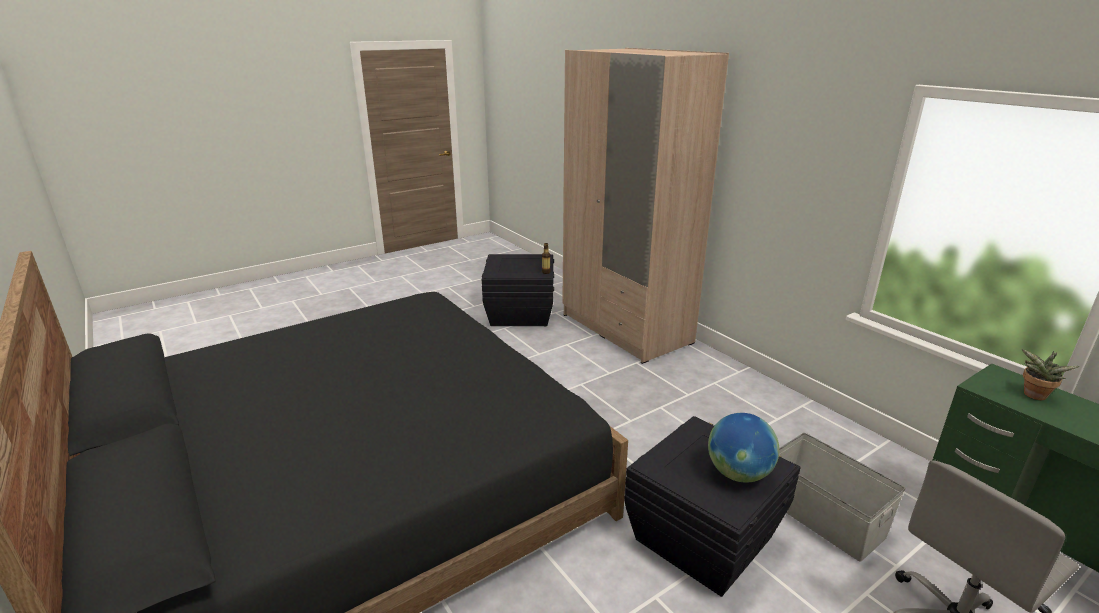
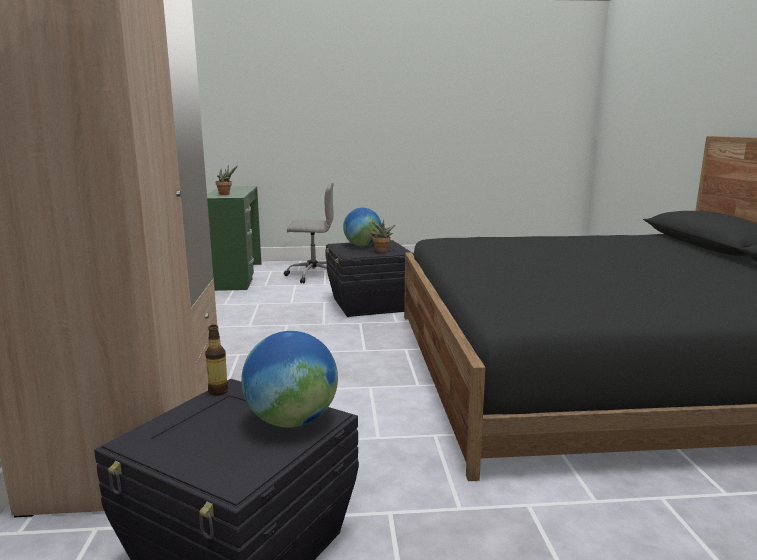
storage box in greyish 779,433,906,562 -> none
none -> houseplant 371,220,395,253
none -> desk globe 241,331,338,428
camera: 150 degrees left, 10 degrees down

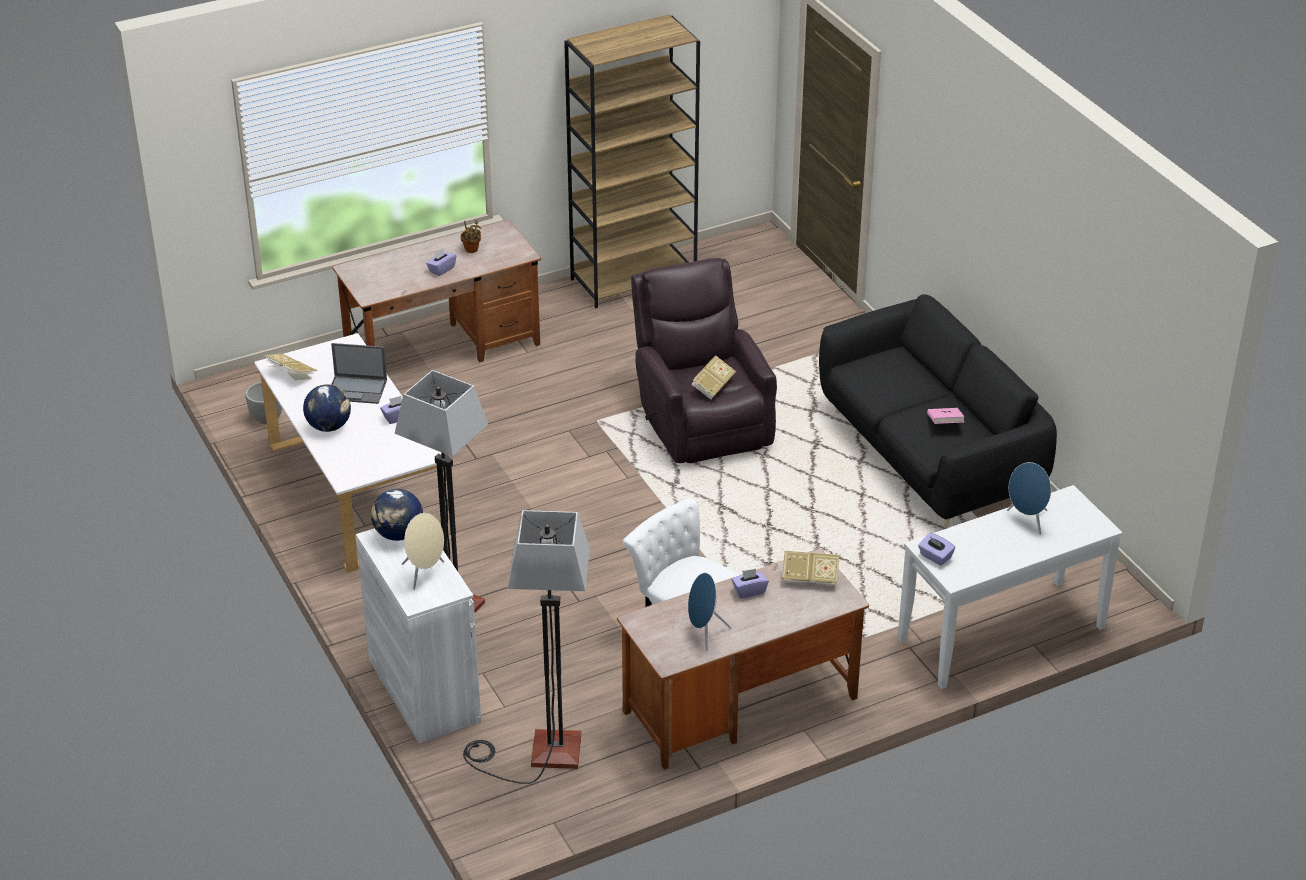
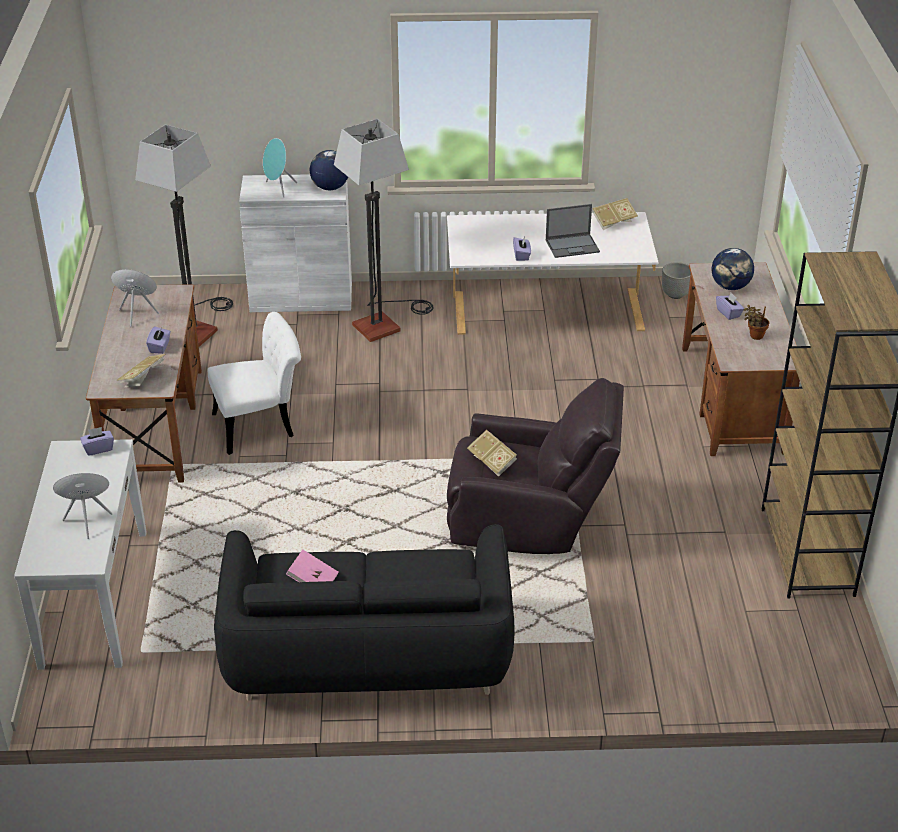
portable computer 331,343,387,404 -> portable computer 546,204,600,258, 135 degrees counterclockwise
desk globe 303,385,351,432 -> desk globe 712,248,754,290, moved
loudspeaker in sand-coloured 402,513,444,590 -> loudspeaker in turquoise 263,138,298,198
camera: 115 degrees right, 0 degrees up

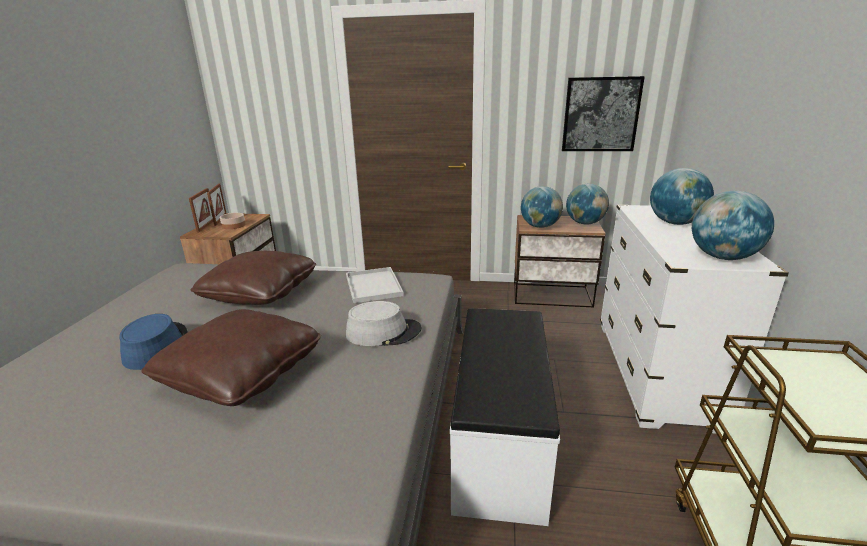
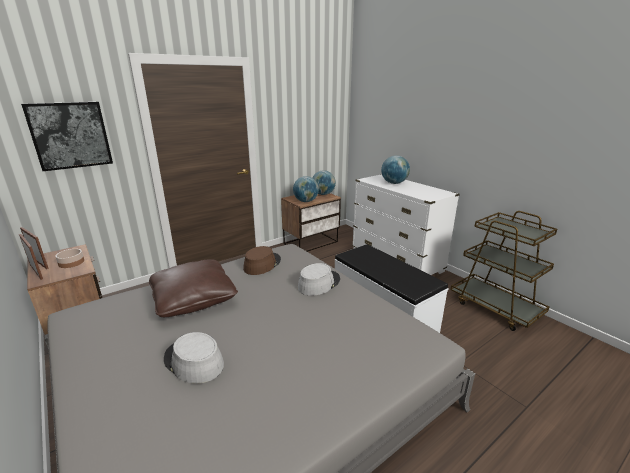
picture 562,76,645,151 -> picture 21,102,113,171, moved
desk globe 692,191,774,260 -> none
serving tray in white 346,267,404,303 -> hat in brown 243,246,281,275
pillow in brown 141,309,321,406 -> none
hat in bluish 119,314,188,370 -> hat in greyish 164,332,224,383
camera: 45 degrees left, 0 degrees up

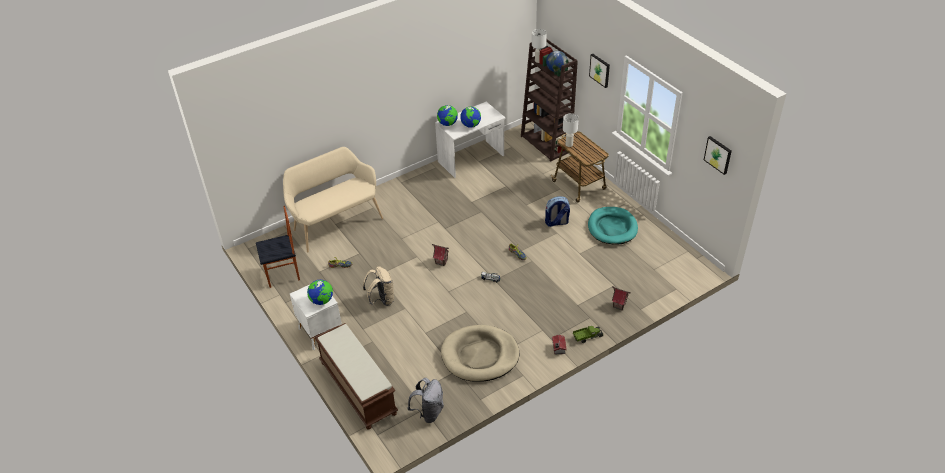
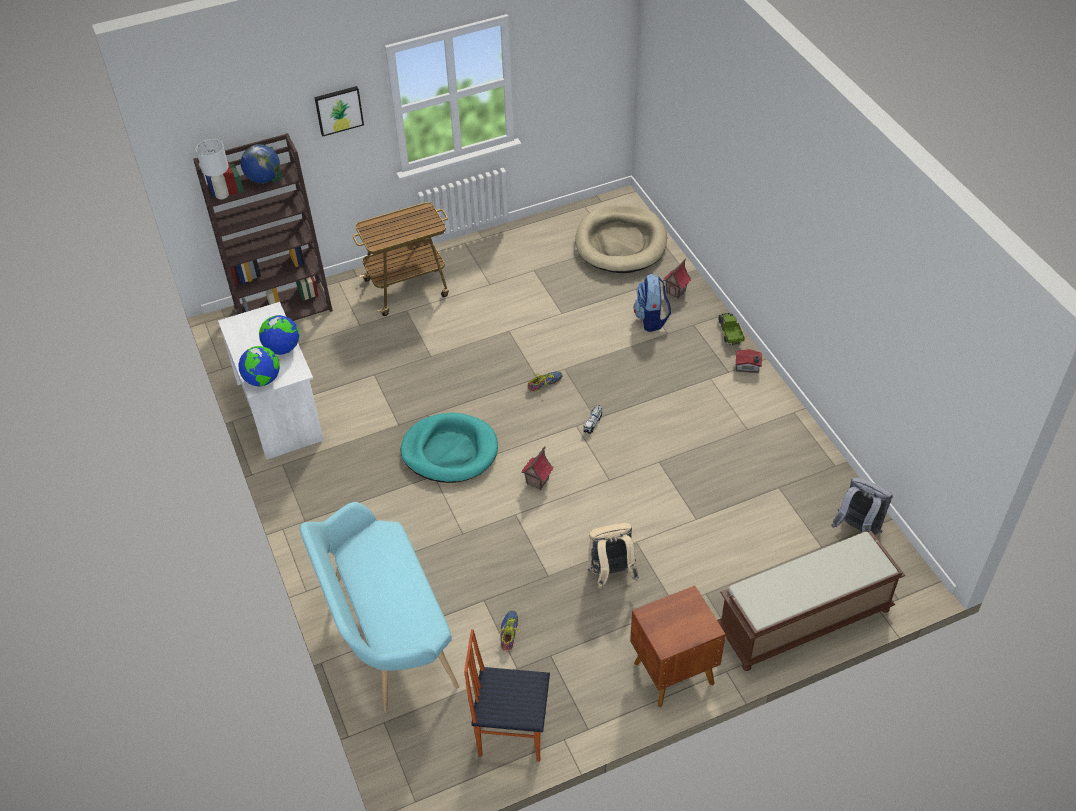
tabletop lamp in white 563,113,579,147 -> none
picture 704,136,732,175 -> none
indoor bench in sand-coloured 283,147,383,253 -> indoor bench in turquoise 300,502,459,712
rucksack 545,196,570,227 -> rucksack 633,274,671,332, moved
upright chair 256,206,300,288 -> upright chair 464,629,550,762, 75 degrees counterclockwise
pet bed in turquoise 588,207,638,245 -> pet bed in turquoise 401,413,498,483, moved
desk globe 307,280,333,305 -> none
nightstand in white 290,285,342,350 -> nightstand in brown 630,585,726,707
pet bed in sand-coloured 441,325,519,382 -> pet bed in sand-coloured 575,204,667,273, moved
camera: 80 degrees left, 5 degrees up

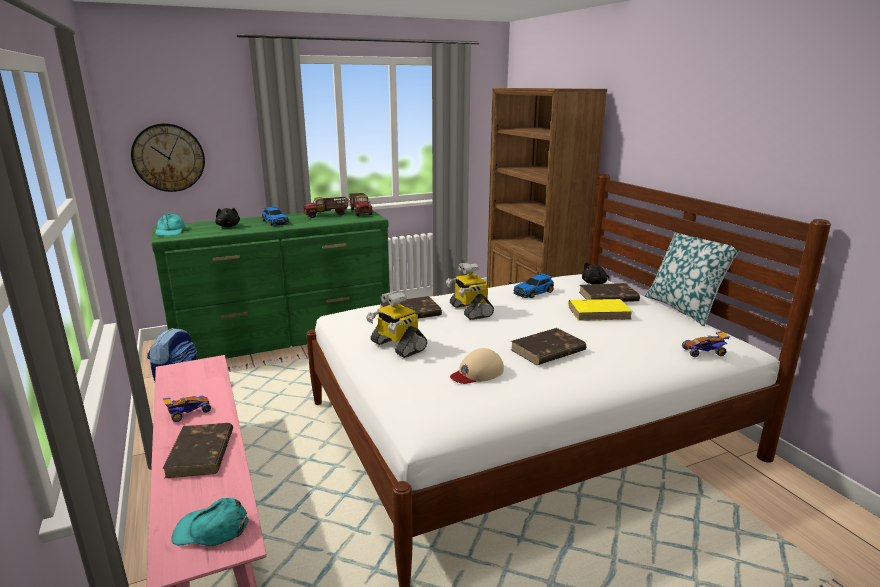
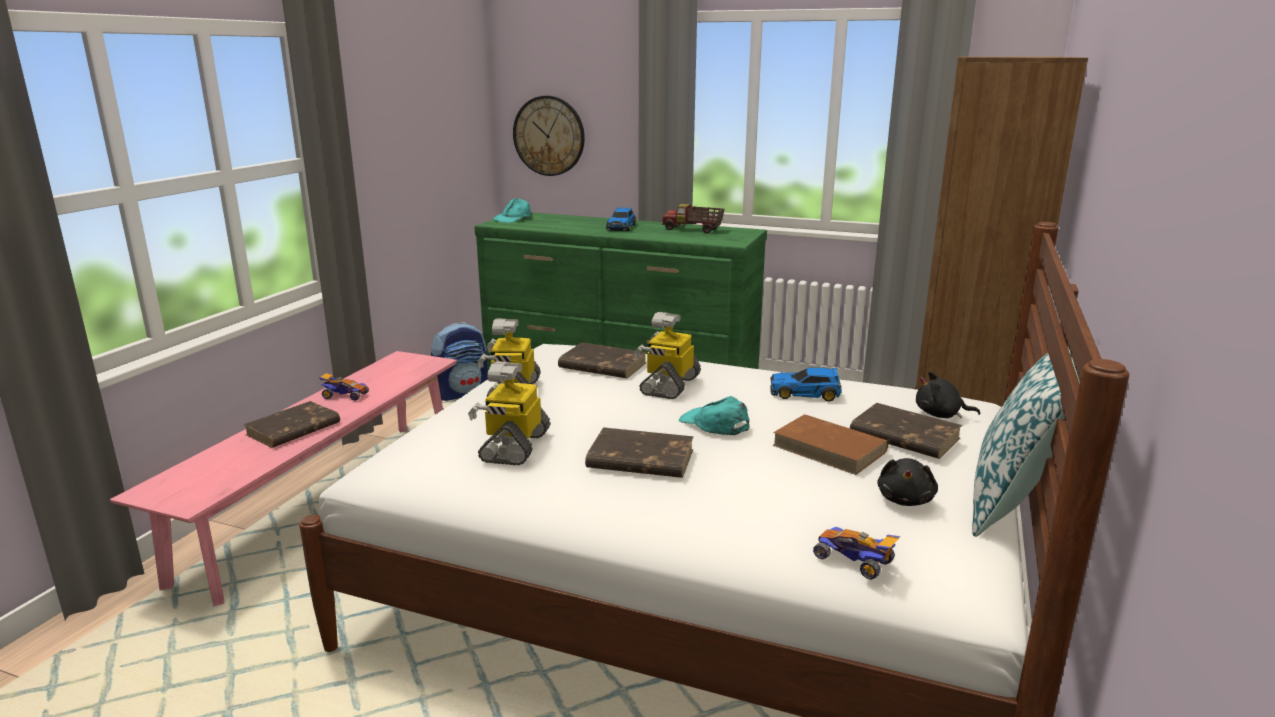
toy truck 349,193,373,216 -> none
soft toy in black-coloured 215,208,240,227 -> soft toy in black-coloured 877,458,938,506, moved
bound book in yellow 568,299,633,321 -> bound book in brown 772,415,889,475
baseball cap in sand-coloured 450,348,504,384 -> model robot 468,361,551,465
baseball cap in turquoise 171,498,249,546 -> baseball cap in turquoise 679,396,749,435, moved
camera: 45 degrees right, 0 degrees up

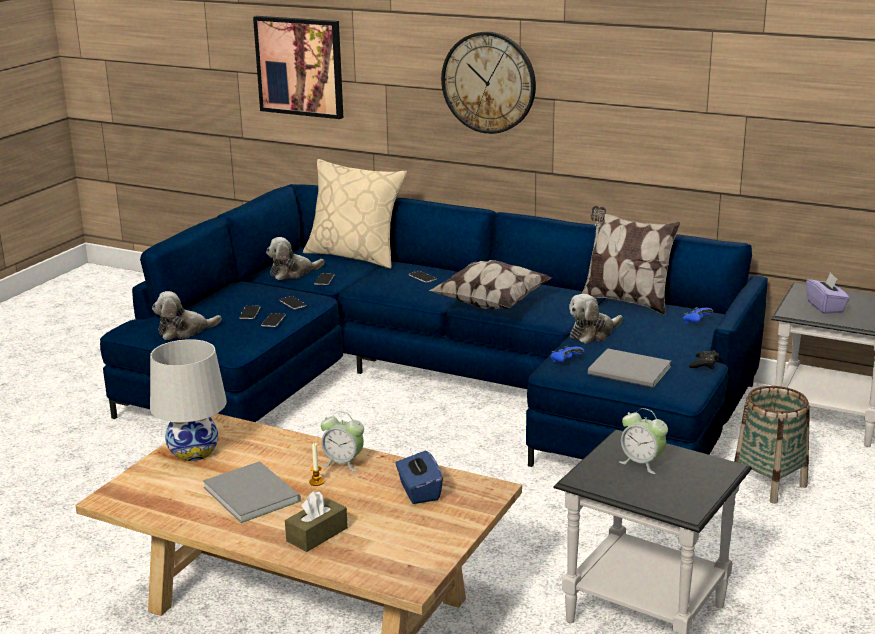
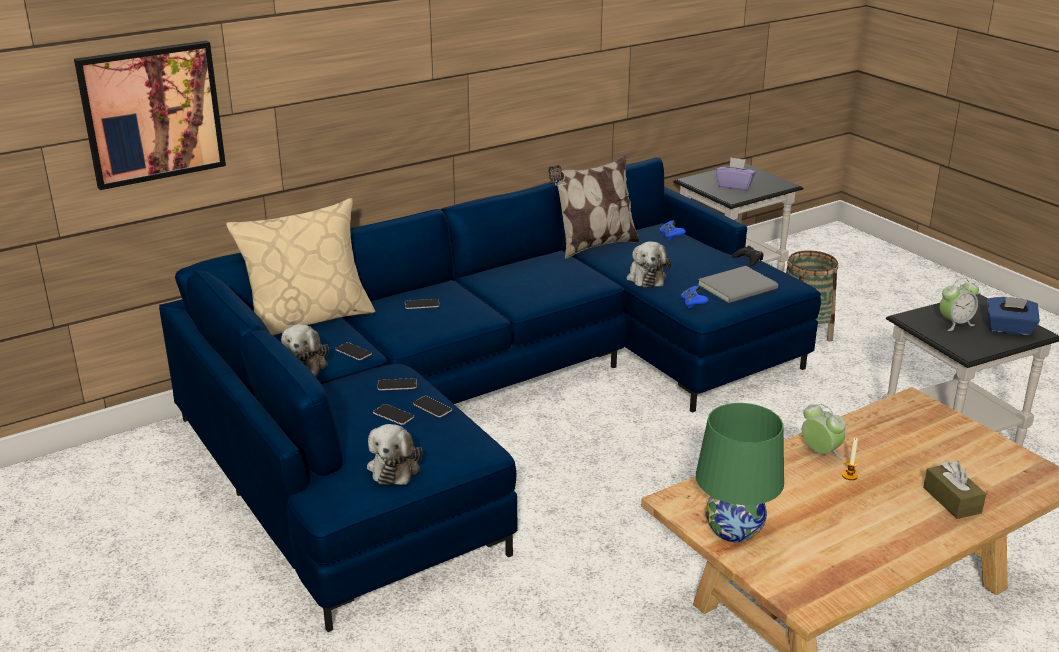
clock on the wall 441,32,536,134 -> none
pillow 429,260,552,309 -> none
tabletop lamp in white 150,339,227,461 -> tabletop lamp in green 696,403,784,543
bedside clock 321,411,364,471 -> bedside clock 802,404,846,458, 90 degrees counterclockwise
box of tissues in bluish 396,449,443,504 -> box of tissues in bluish 987,297,1040,335, moved
bound book in greyish 203,461,301,523 -> none
camera: 60 degrees left, 5 degrees up

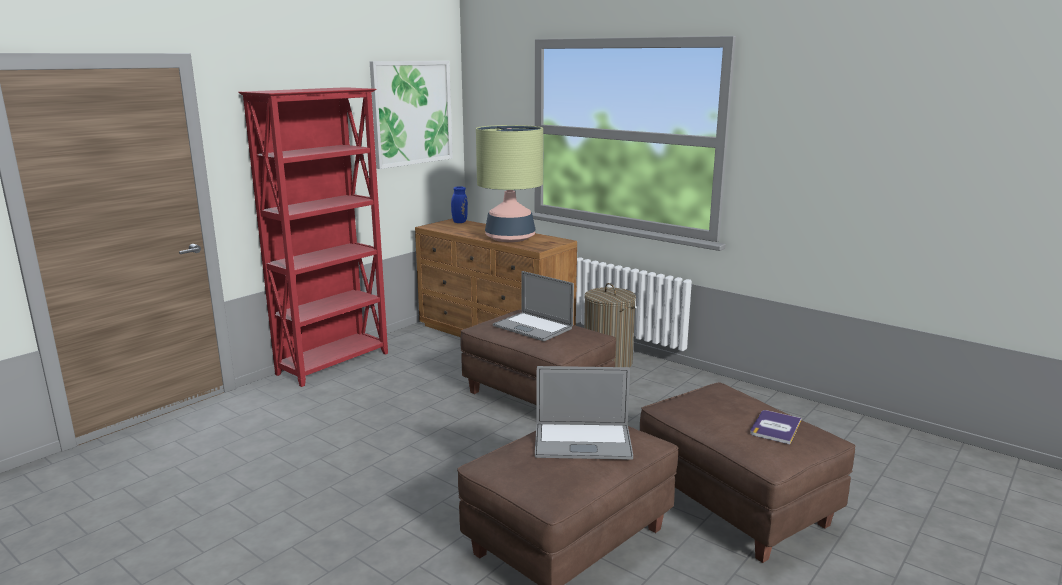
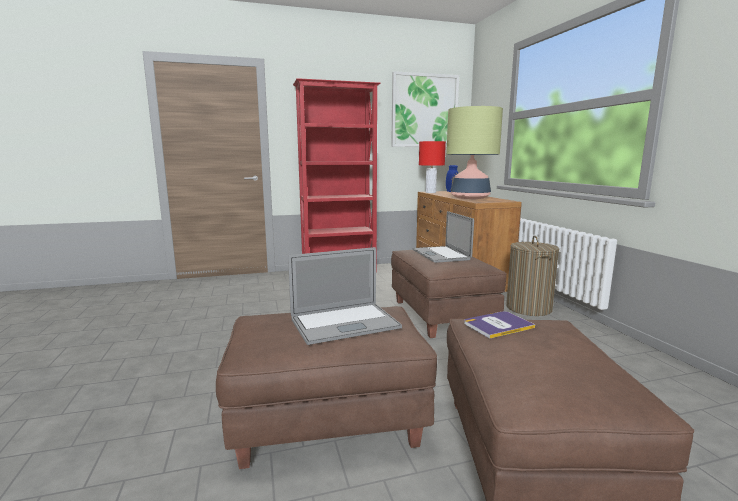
portable computer 535,366,633,460 -> portable computer 288,247,402,345, 60 degrees counterclockwise
bound book 750,410,802,444 -> bound book 464,311,535,339, moved
none -> tabletop lamp in reddish 419,141,446,193
camera: 35 degrees right, 5 degrees down

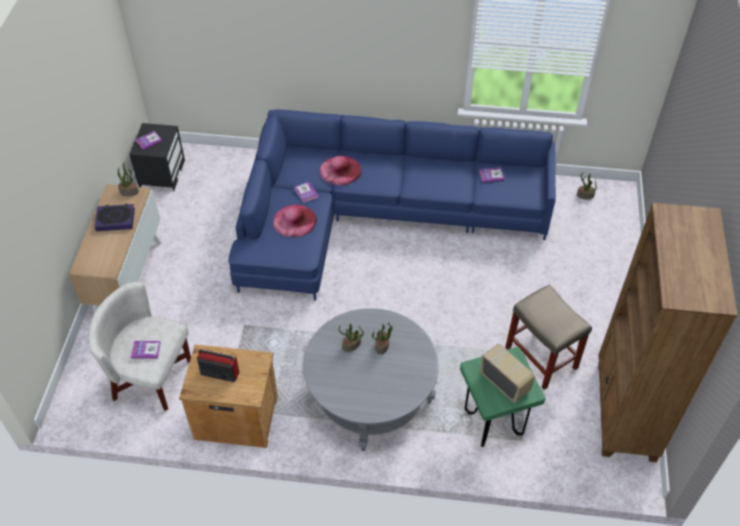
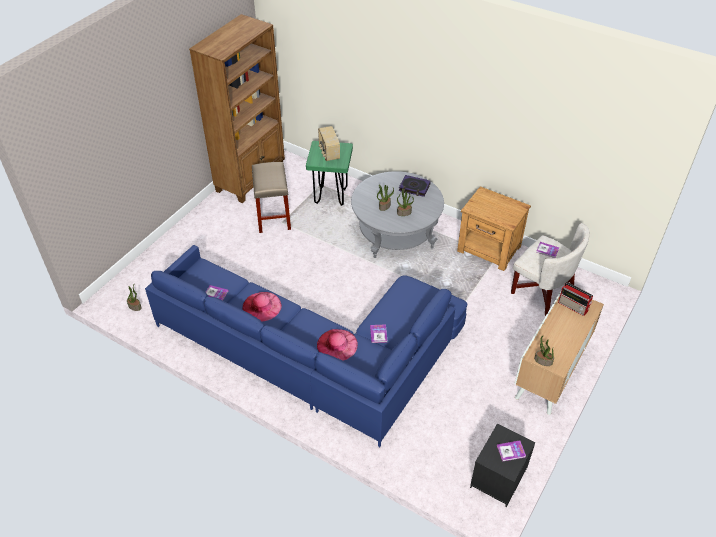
bound book 94,204,135,231 -> bound book 399,175,431,197, moved
hat in pinkish 273,205,317,238 -> hat in pinkish 242,292,282,322, moved
radio 197,349,239,382 -> radio 558,282,593,316, moved
camera: 155 degrees left, 5 degrees down

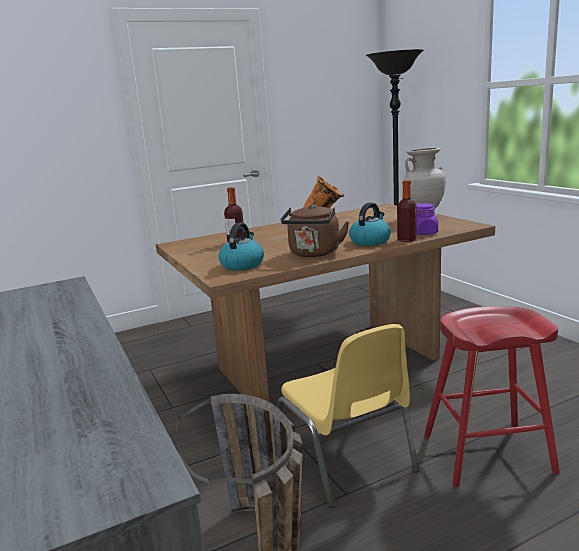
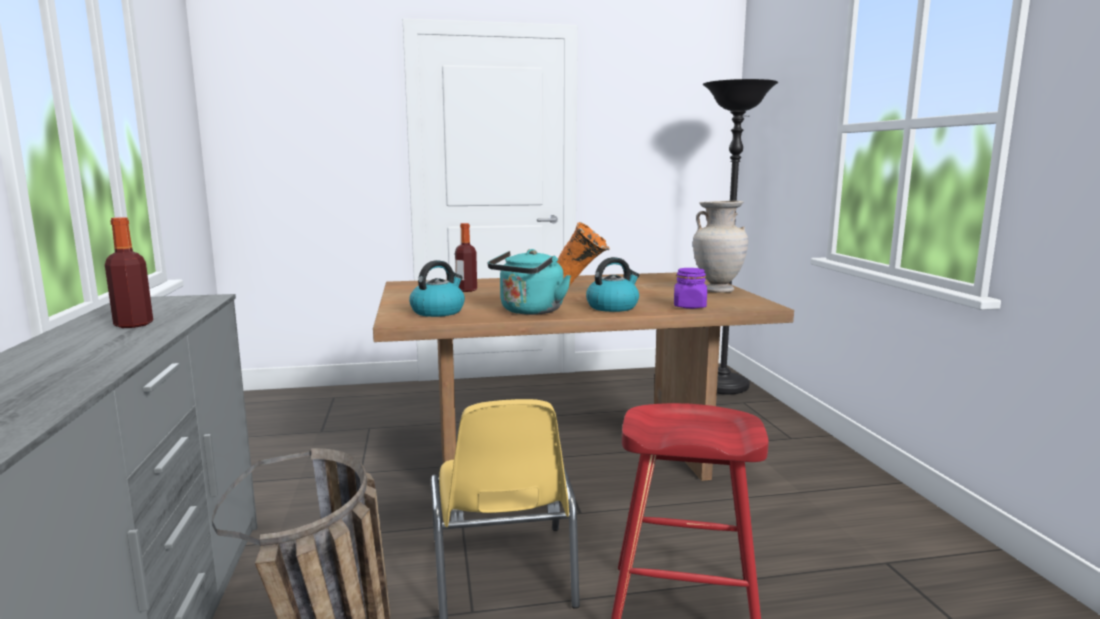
drink bottle 397,180,416,242 -> drink bottle 105,217,153,328, moved
kettle in brown 281,204,349,257 -> kettle in turquoise 488,249,571,315
camera: 15 degrees right, 5 degrees down

